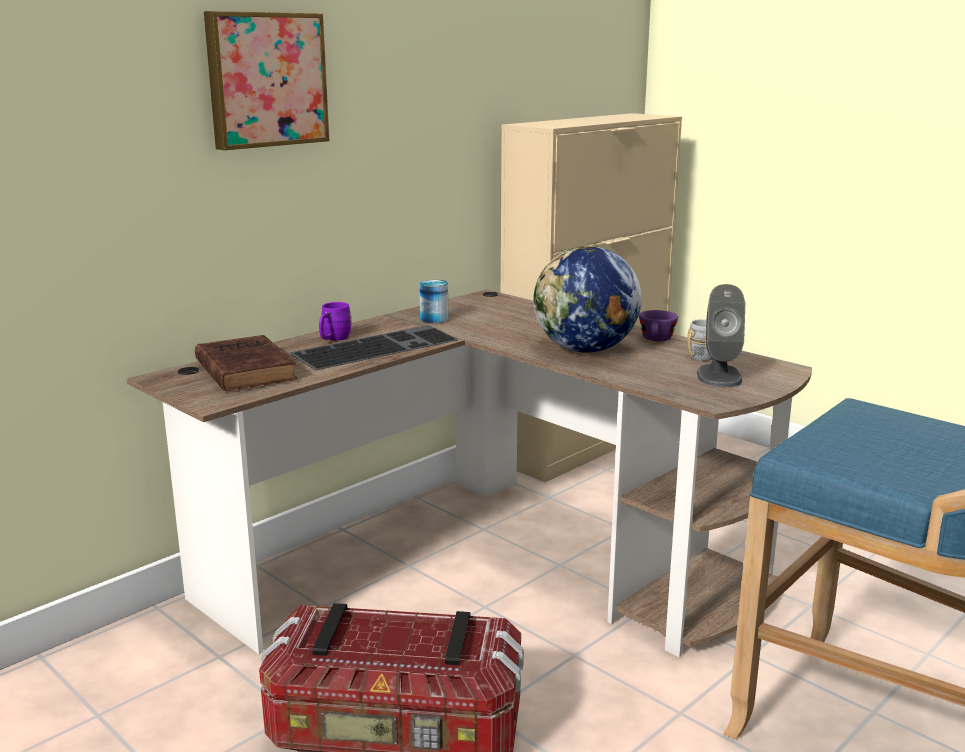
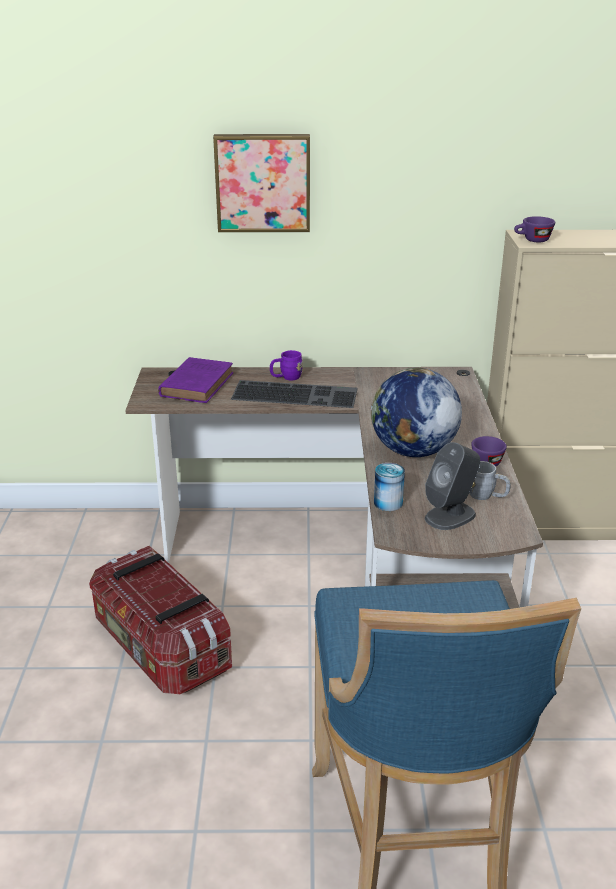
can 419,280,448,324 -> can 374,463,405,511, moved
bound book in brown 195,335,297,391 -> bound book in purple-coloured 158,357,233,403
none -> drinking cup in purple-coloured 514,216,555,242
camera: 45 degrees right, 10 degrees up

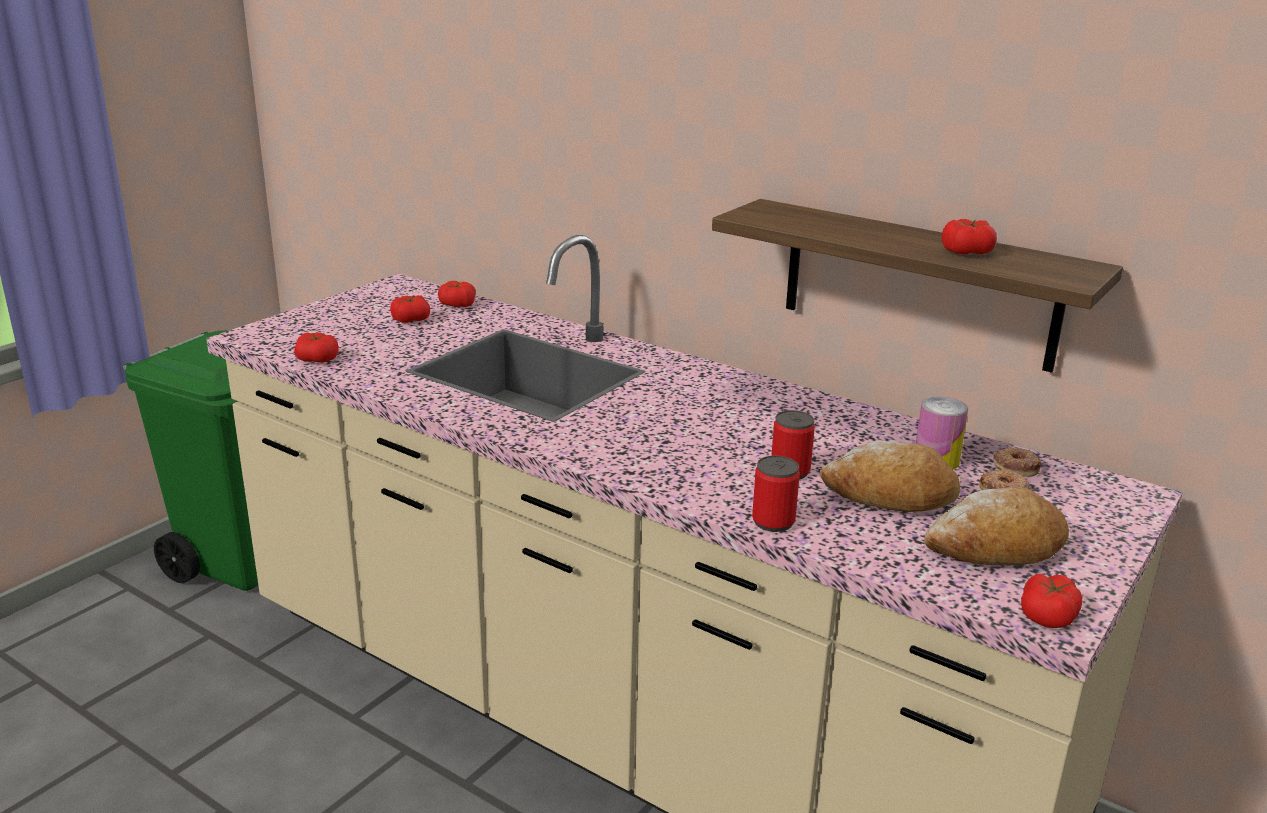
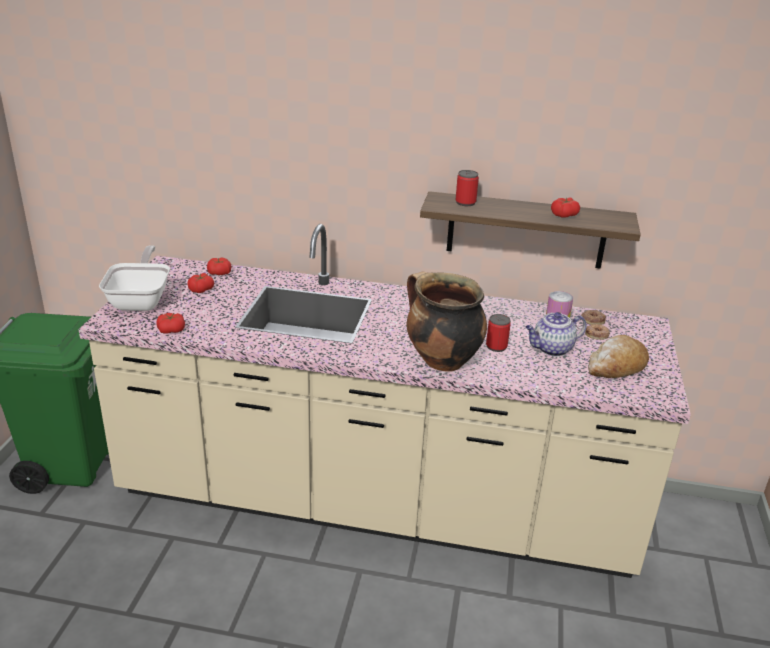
bakery bread 820,441,960,512 -> tea pot 525,312,587,356
can 752,456,800,532 -> can 455,170,479,206, moved
tomato 1021,574,1082,628 -> none
none -> skillet 99,245,170,311
none -> stockpot 407,271,487,372
camera: 25 degrees left, 5 degrees up

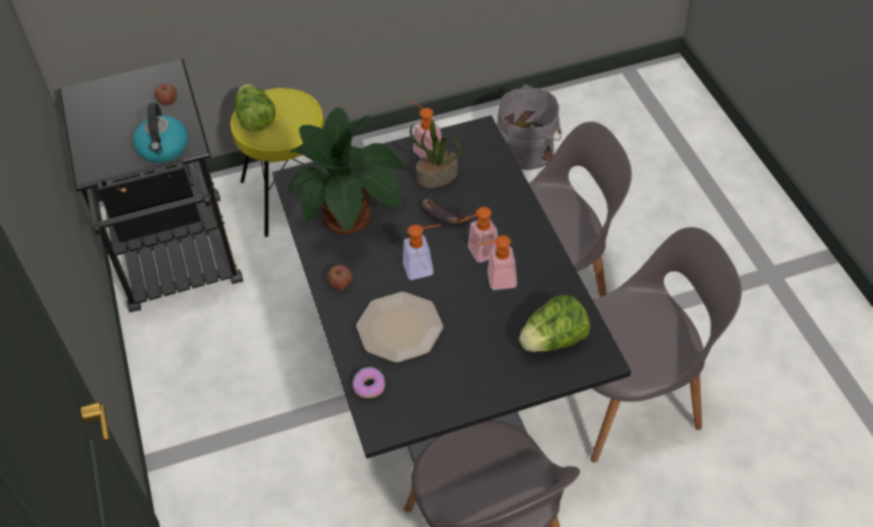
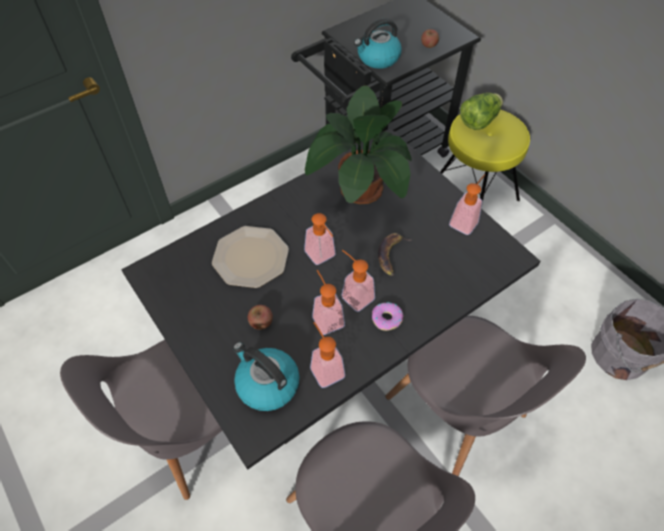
houseplant 410,120,460,188 -> none
whole apple 327,265,352,290 -> whole apple 248,305,273,330, moved
lettuce head 519,295,590,352 -> kettle 233,342,300,411
donut 352,367,385,398 -> donut 372,302,403,331, moved
none -> liquid soap bottle 310,322,345,388
camera: 70 degrees right, 5 degrees up

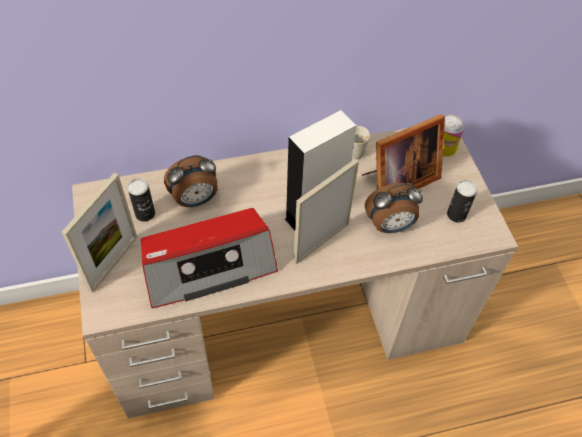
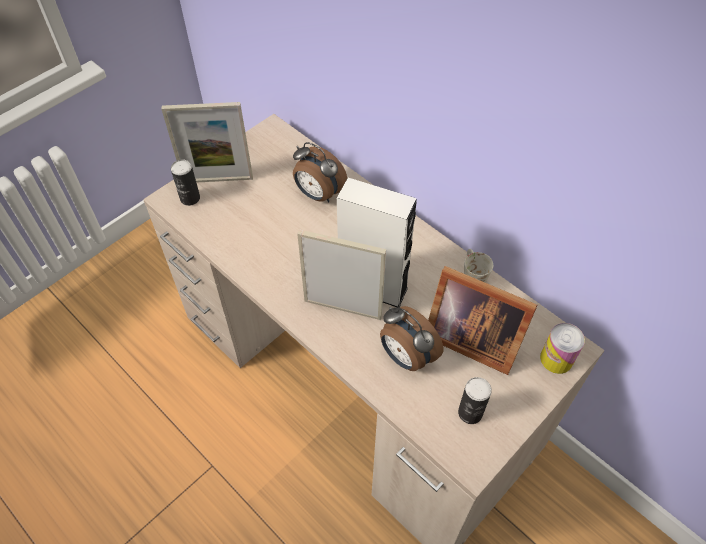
can 128,179,155,222 -> can 171,159,200,206, moved
radio 141,208,278,308 -> none
camera: 60 degrees right, 0 degrees up

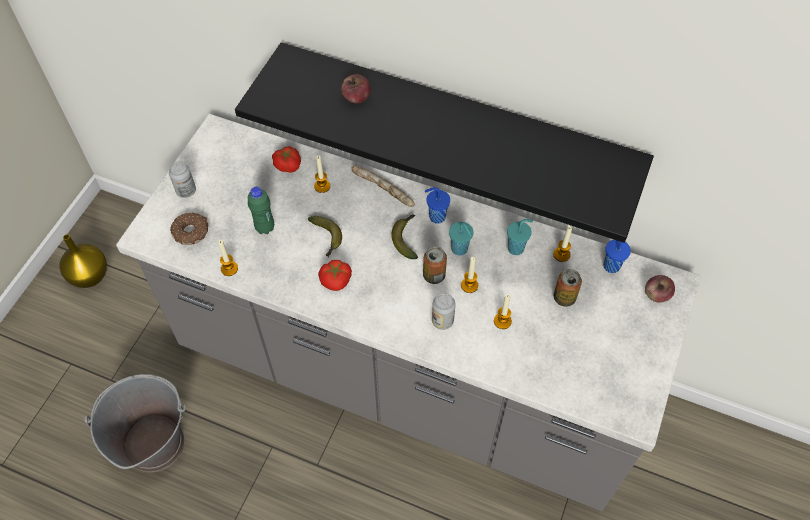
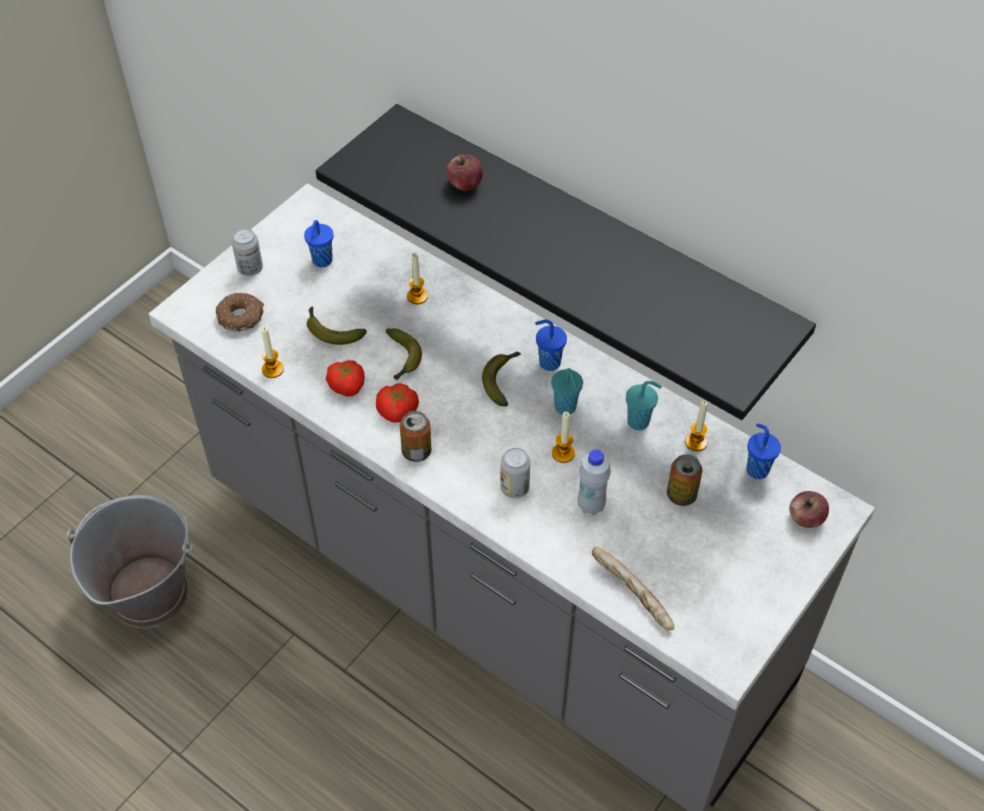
tomato 272,146,301,173 -> tomato 326,360,365,397, moved
bakery bread 352,165,415,207 -> bakery bread 592,546,675,631, moved
drink bottle in green 248,187,274,234 -> banana 307,306,367,345
decorative vase in yellow 59,234,107,288 -> none
can 423,246,447,284 -> can 400,411,431,462, moved
candle 494,294,512,329 -> drink bottle in white 578,449,611,515
none -> drinking cup in bluish 304,220,334,267
camera: 15 degrees right, 5 degrees down

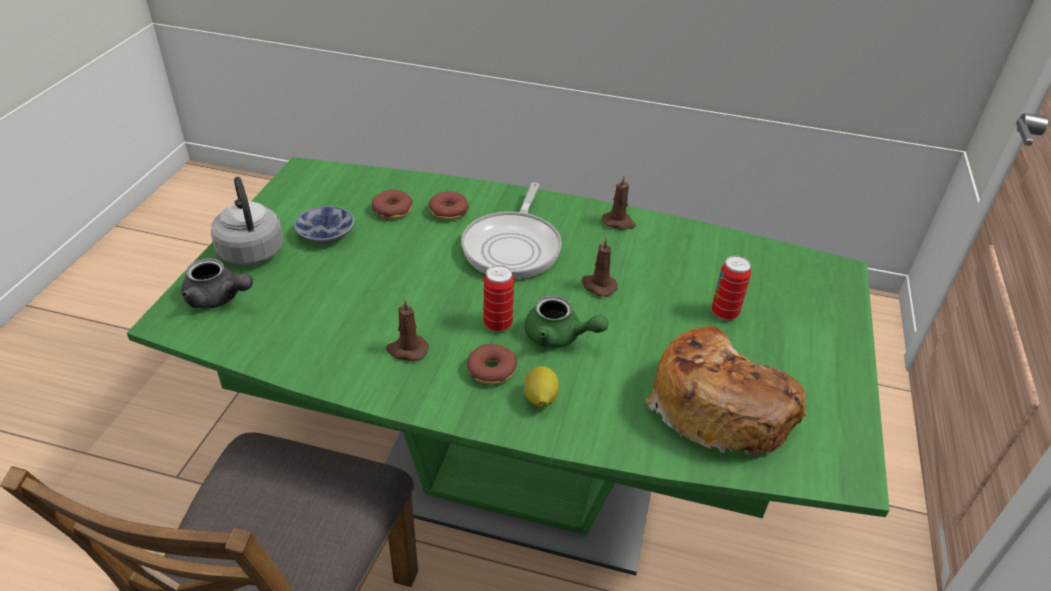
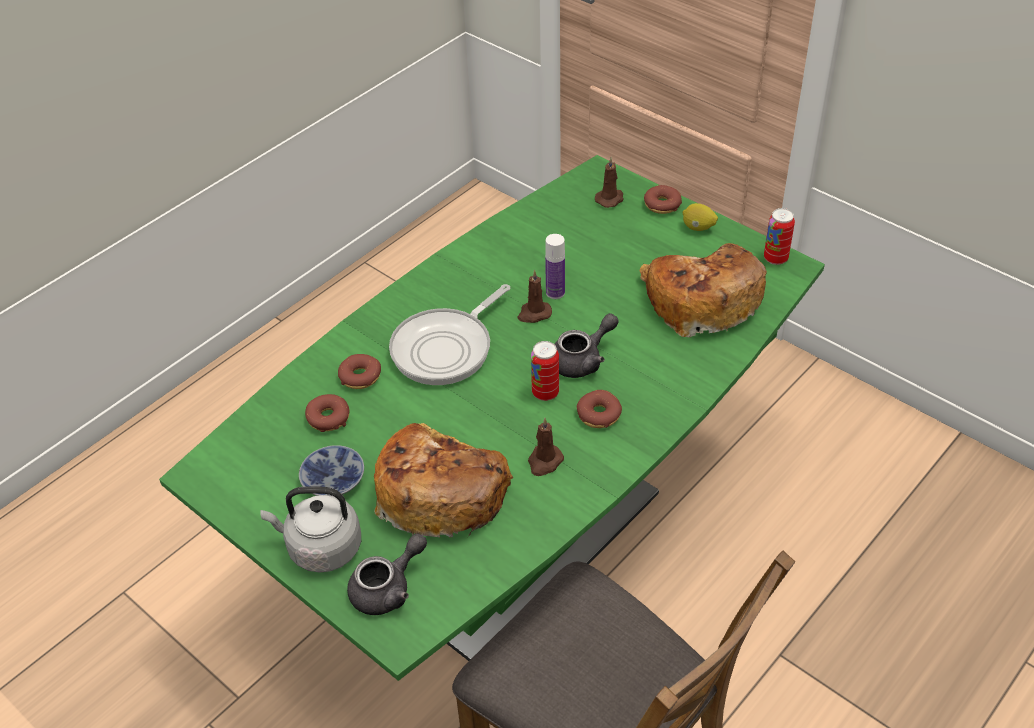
candle in brown 602,174,636,230 -> candle in brown 595,157,624,208, moved
skillet 461,182,562,279 -> skillet 389,284,511,385, 90 degrees clockwise
can 712,256,751,320 -> can 764,208,795,265, moved
tea pot in green 524,295,608,348 -> tea pot in greyish 555,313,618,378
lemon 524,366,559,407 -> lemon 683,203,718,231, moved
none -> donut 644,185,682,214
none -> drink bottle 545,234,565,299
none -> bakery bread 374,423,513,537
camera: 60 degrees left, 5 degrees up

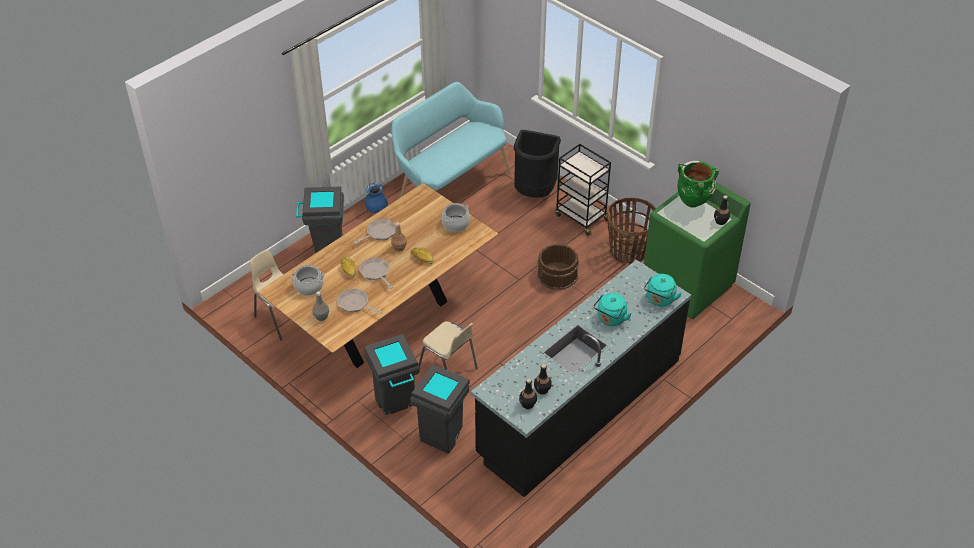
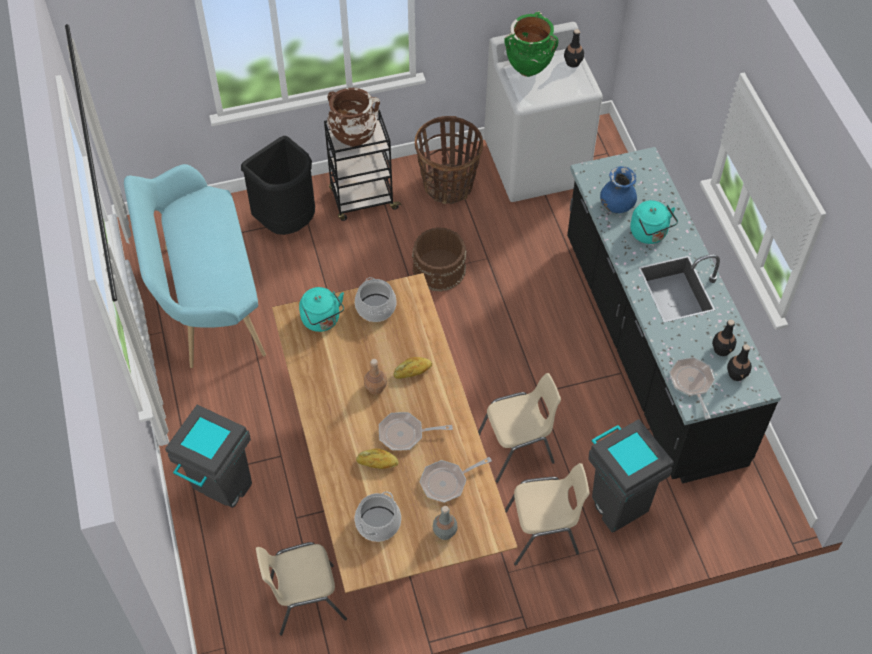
laundry machine in green 644,182,751,319 -> laundry machine in white 484,22,603,202
decorative vase in bluish 365,183,388,213 -> decorative vase in bluish 600,166,637,213, moved
skillet 354,219,396,244 -> skillet 669,357,715,419, moved
kettle in turquoise 644,274,682,307 -> kettle in turquoise 299,287,344,332, moved
trash can in greyish 364,334,420,415 -> upright chair in sand-coloured 505,463,589,565
none -> decorative vase in brown 327,88,380,147
camera: 60 degrees left, 10 degrees up

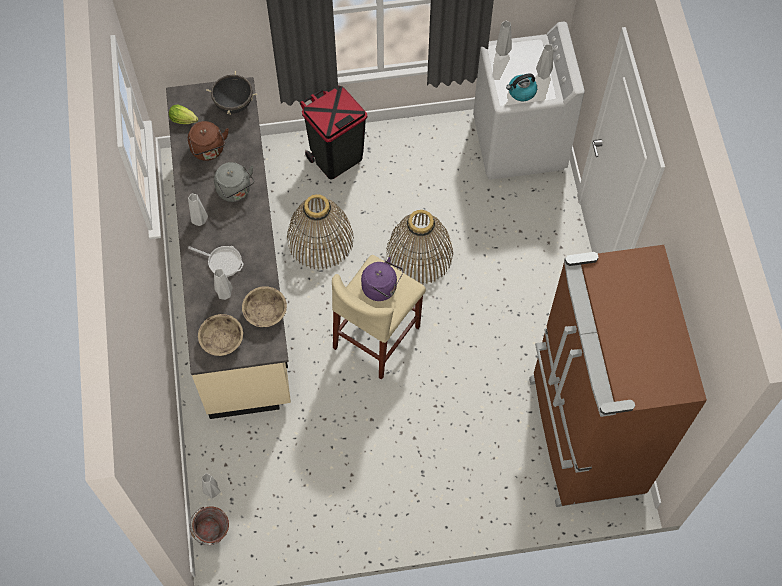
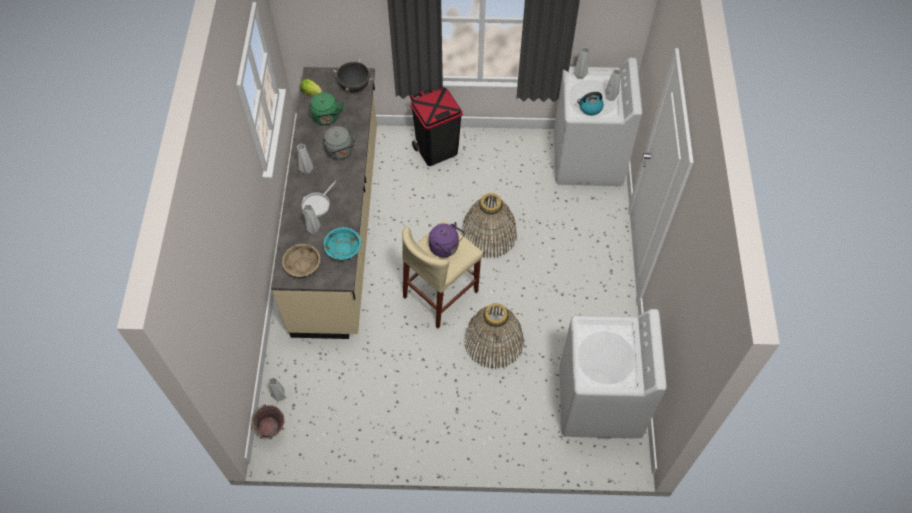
kettle in brown 188,121,229,161 -> kettle in green 310,93,344,125
basket 287,194,354,269 -> basket 464,303,524,369, moved
kitchen fridge in brown 529,245,707,507 -> laundry machine in white 559,309,667,439
skillet 188,246,244,277 -> skillet 302,181,337,217, 90 degrees clockwise
deep dish in sand-coloured 242,287,287,327 -> deep dish in turquoise 323,227,361,260
camera: 10 degrees right, 5 degrees down

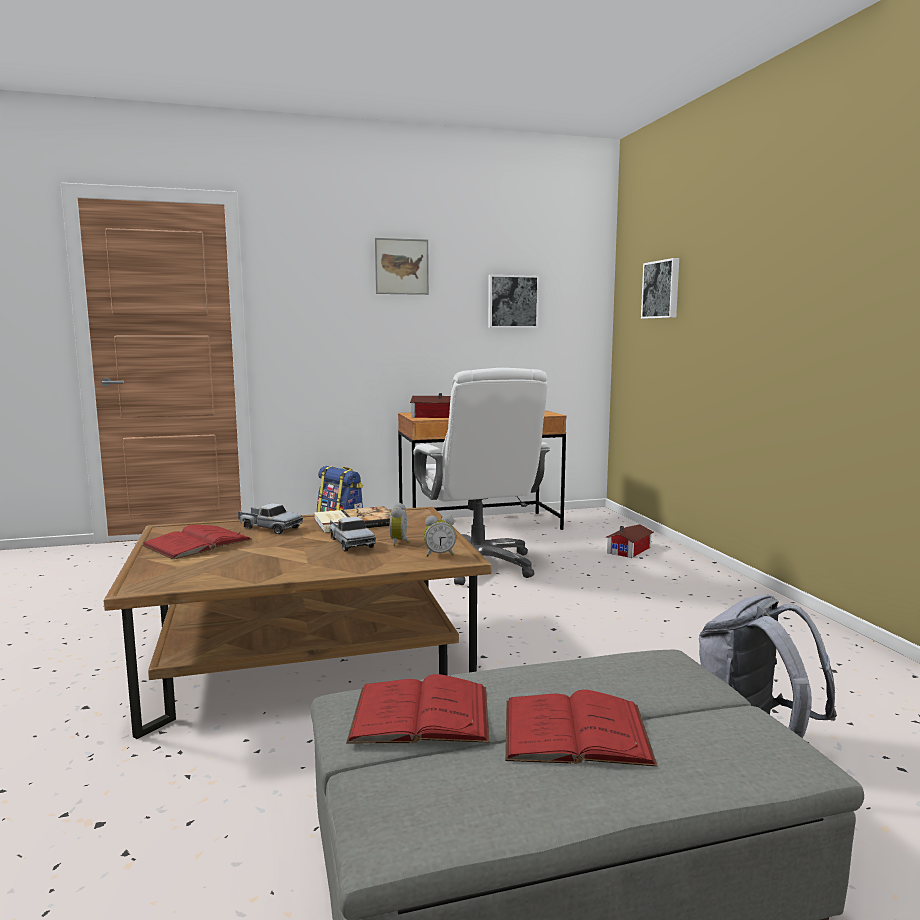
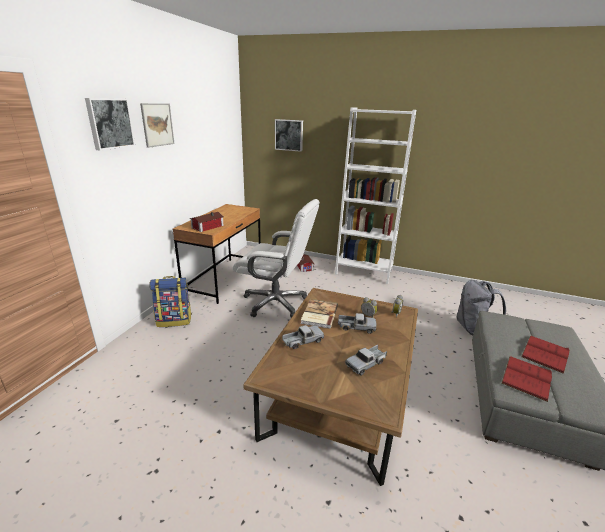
picture 488,275,539,328 -> picture 85,98,135,150, moved
bound book in reddish 142,525,253,559 -> none
none -> shelving unit in white 335,107,416,284
none -> toy truck 345,345,387,375
camera: 55 degrees left, 15 degrees up

